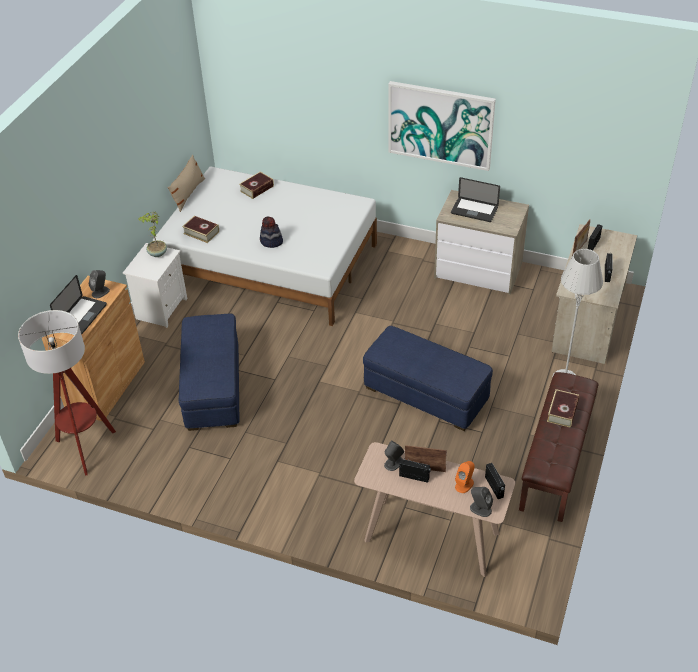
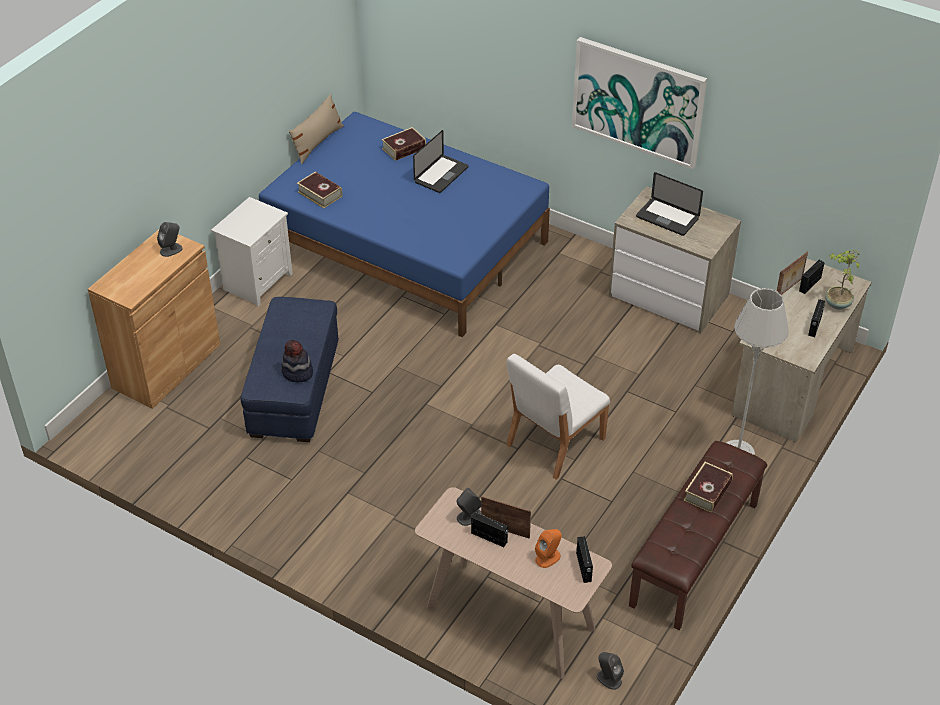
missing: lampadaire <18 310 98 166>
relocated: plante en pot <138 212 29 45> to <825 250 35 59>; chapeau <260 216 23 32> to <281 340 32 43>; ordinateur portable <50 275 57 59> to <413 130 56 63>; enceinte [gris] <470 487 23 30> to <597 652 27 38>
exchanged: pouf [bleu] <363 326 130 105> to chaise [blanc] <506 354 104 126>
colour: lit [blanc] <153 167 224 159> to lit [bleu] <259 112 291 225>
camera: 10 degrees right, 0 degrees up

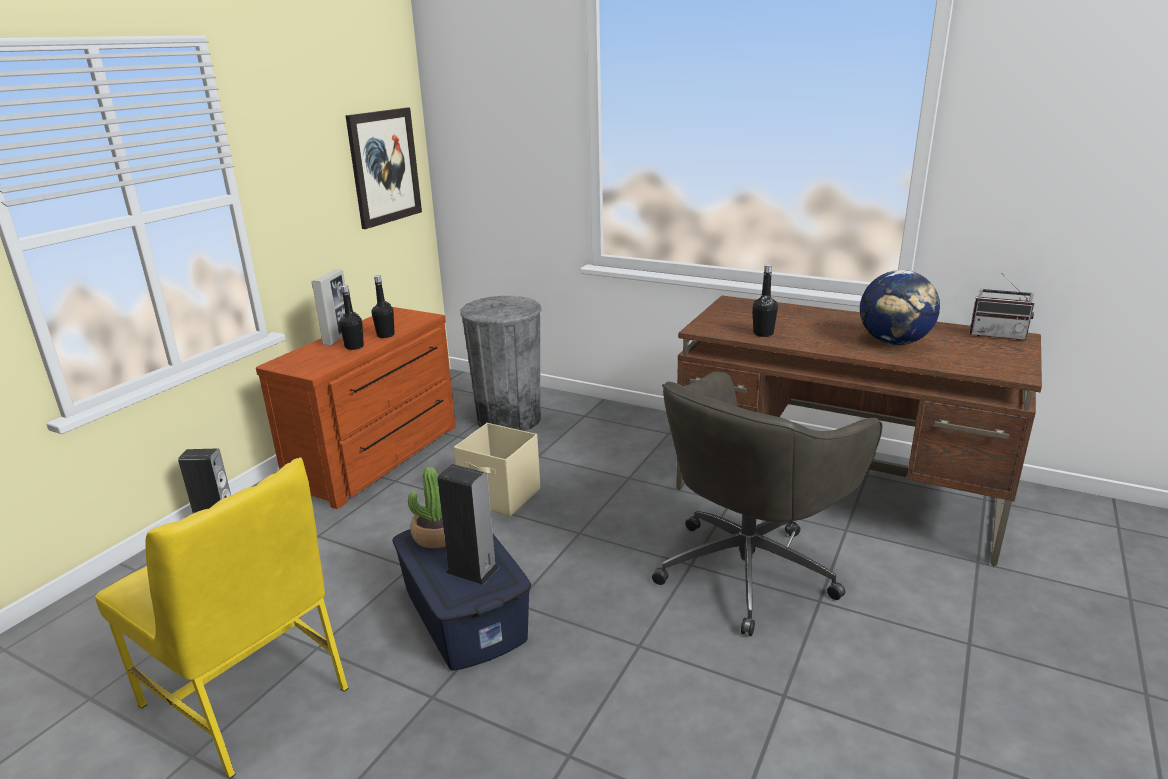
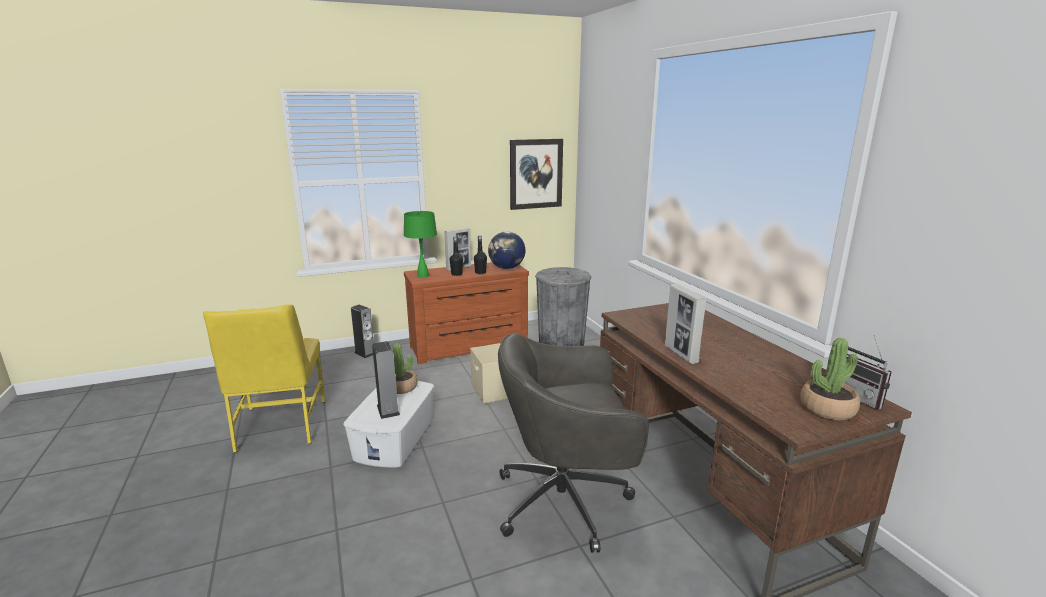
missing: bouteille [noir] <753 264 25 73>
appeared: lampe de table [vert] <404 211 33 67>; cadre photo <665 284 42 80>; plante en pot <800 338 60 82>
relocated: globe <860 270 80 75> to <488 232 37 37>
colour: boîte de rangement [bleu] <392 529 139 142> to boîte de rangement [blanc] <343 381 91 86>
camera: 40 degrees right, 5 degrees down

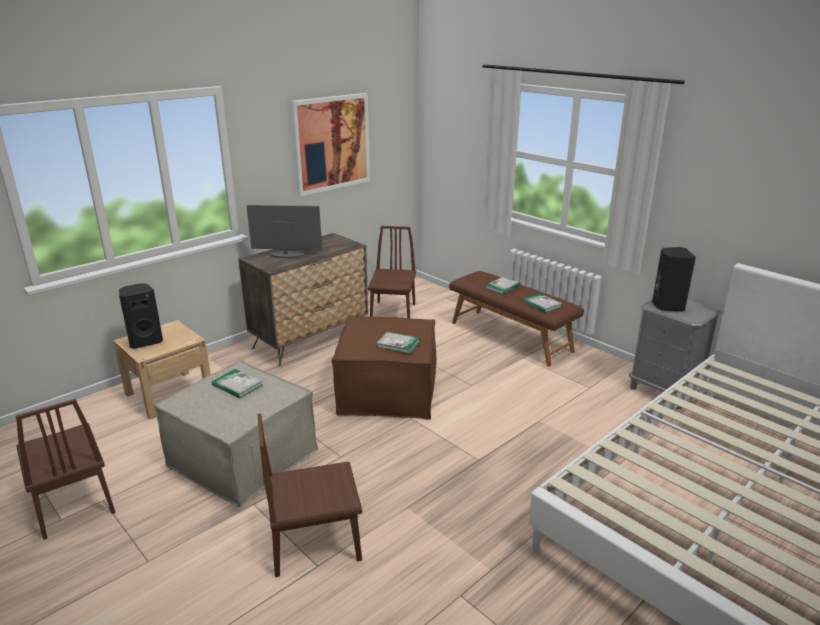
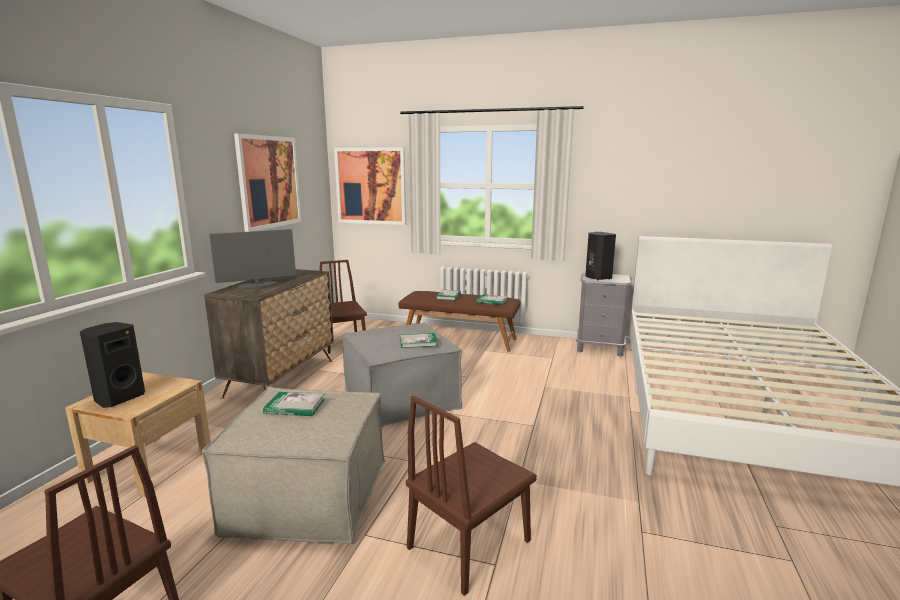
appeared: tableau <334 147 72 78>
colour: pouf [marron] <332 316 104 104> to pouf [gris] <342 322 120 105>
camera: 30 degrees left, 10 degrees down

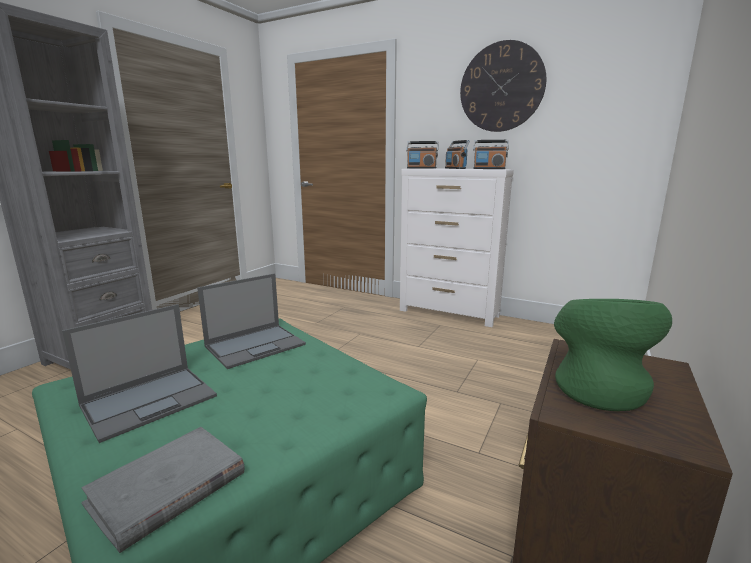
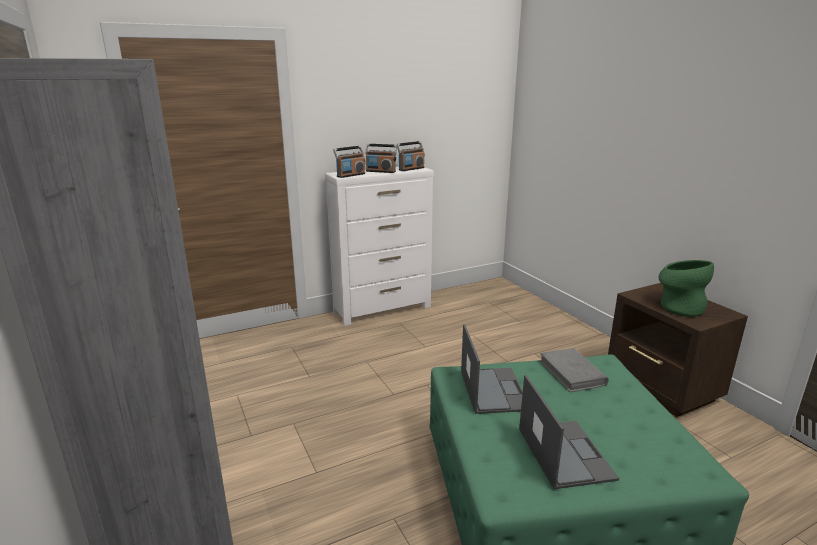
missing: horloge murale <460 40 86 92>
relocated: livre [gris] <81 427 163 126> to <539 348 69 44>
camera: 55 degrees left, 5 degrees up

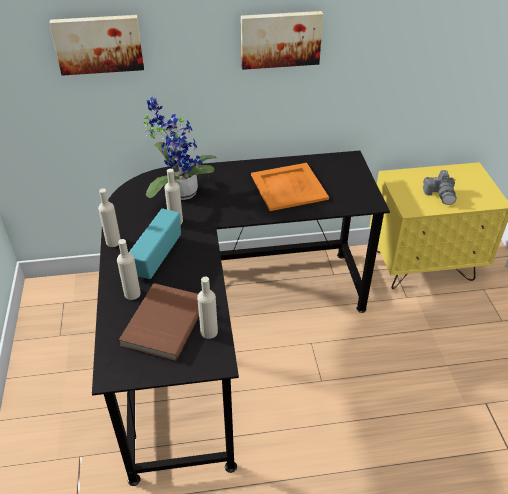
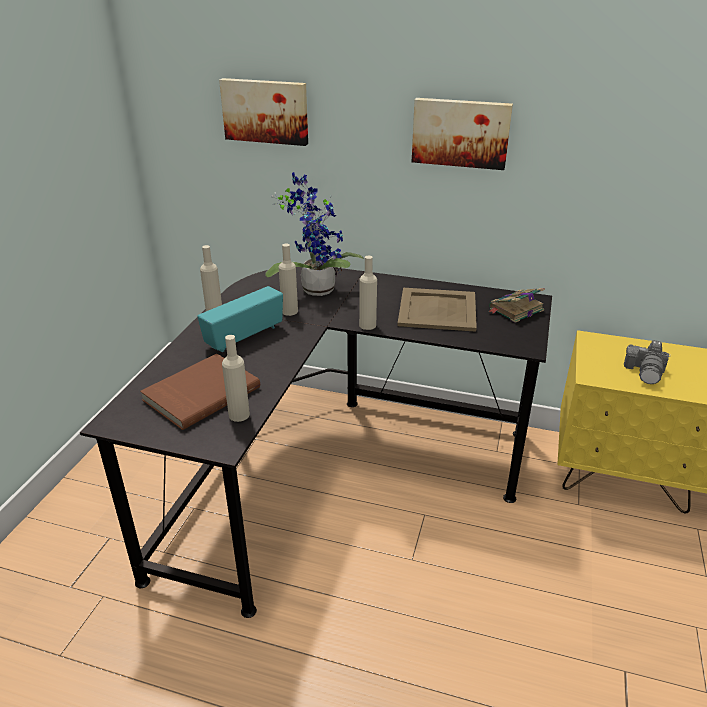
appeared: livre <488 288 57 35>
relocated: bouteille [beige] <117 239 24 61> to <359 256 18 74>
colour: plateau [orange] <251 163 78 48> to plateau [beige] <397 288 80 44>
camera: 25 degrees right, 10 degrees down

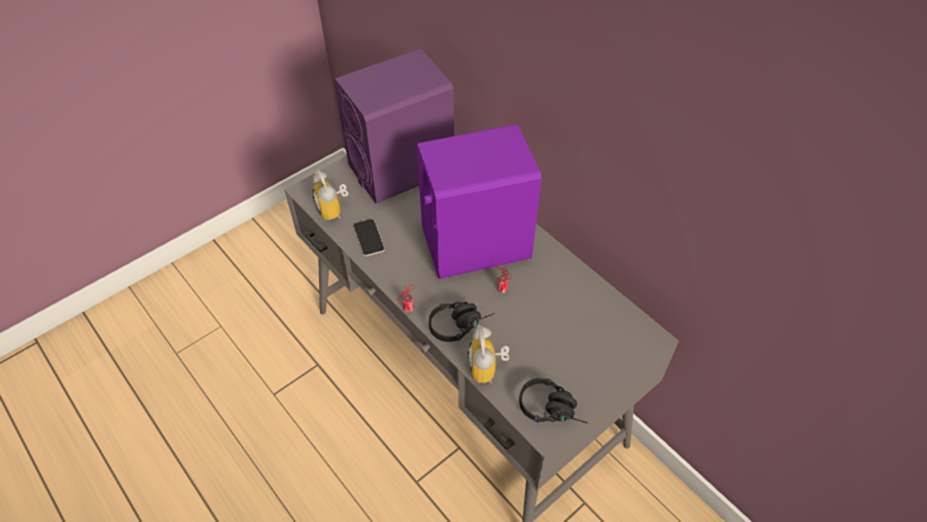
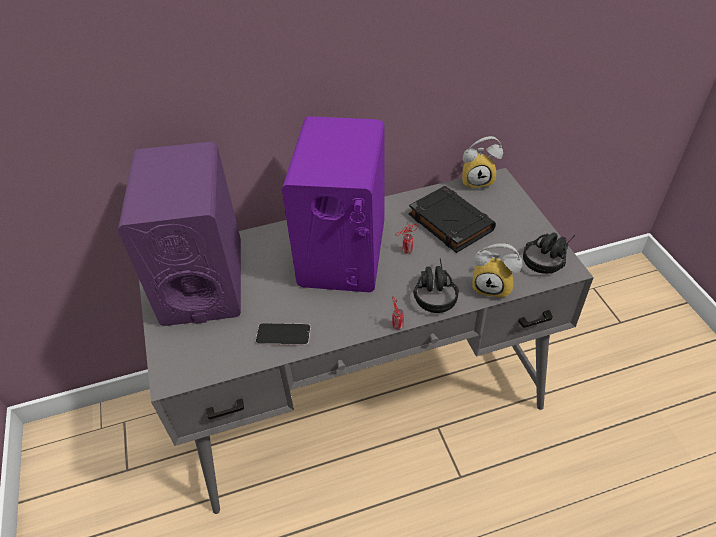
appeared: livre [noir] <409 186 87 67>
relocated: réveil <313 169 35 51> to <462 136 41 53>
camera: 65 degrees left, 5 degrees down

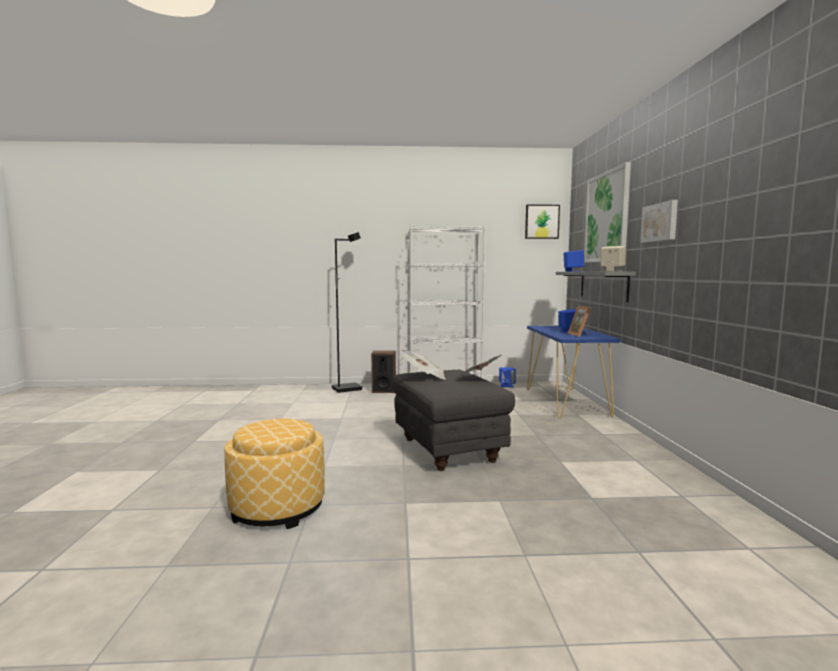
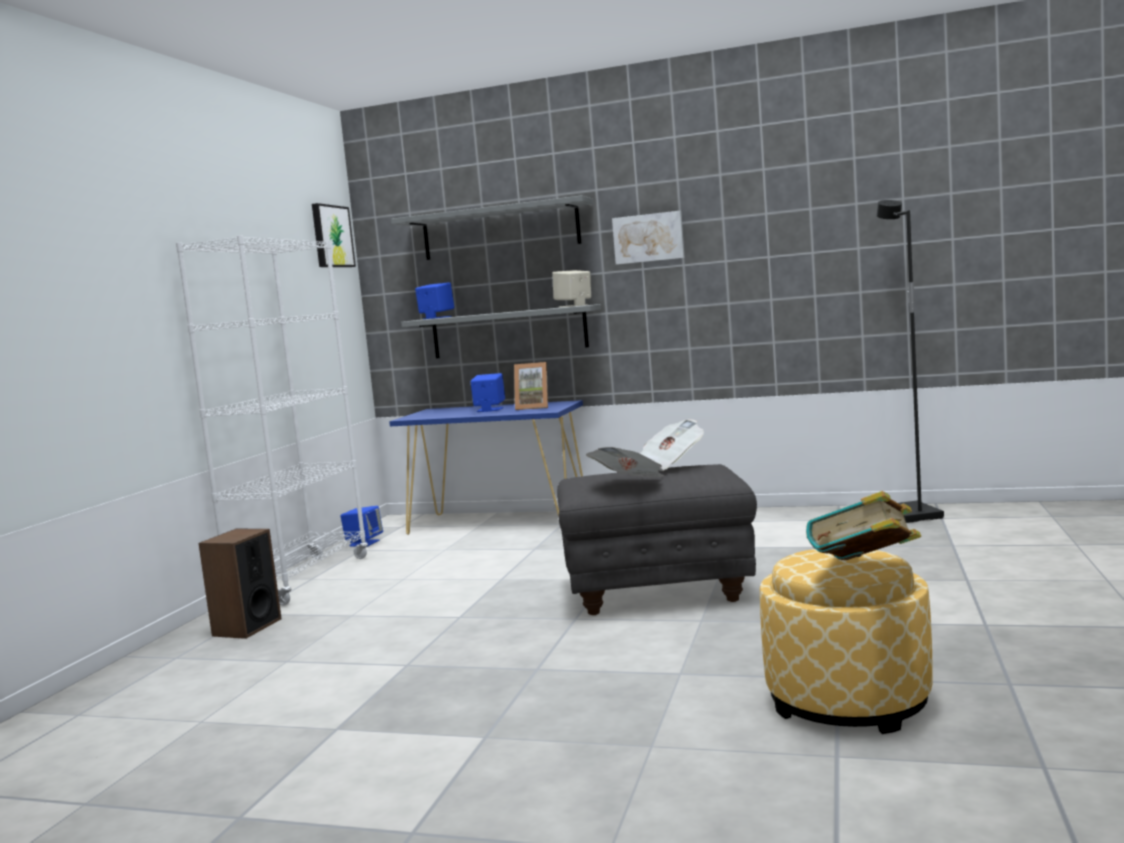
appeared: livre <806 491 115 69>
relocated: lampadaire [noir] <332 232 30 161> to <876 200 68 323>
exchanged: tableau <584 162 47 101> to étagère [gris] <391 195 203 65>
camera: 70 degrees left, 0 degrees up

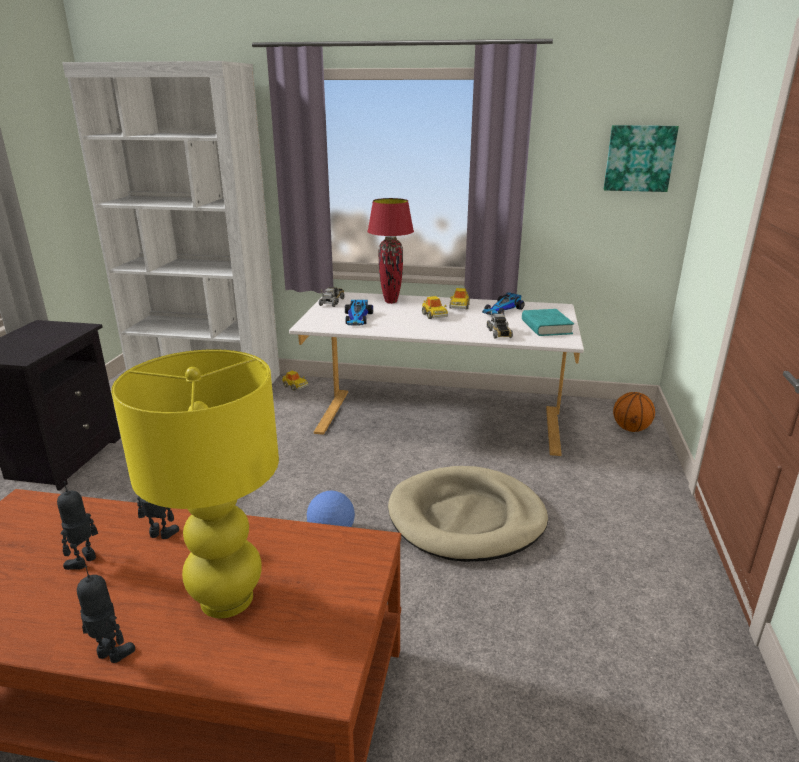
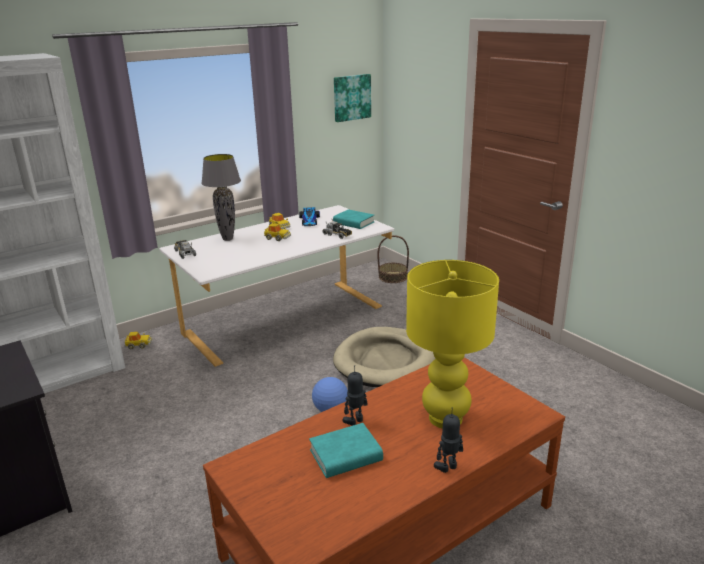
missing: petite voiture <345 300 28 26>
exchanged: ballon de basket <613 392 42 40> to panier <377 235 32 48>; robot jouet <57 481 41 89> to livre [turquoise] <309 423 74 55>
colour: lampe de table [rouge] <367 198 47 106> to lampe de table [gris] <201 154 40 87>
camera: 45 degrees left, 0 degrees up

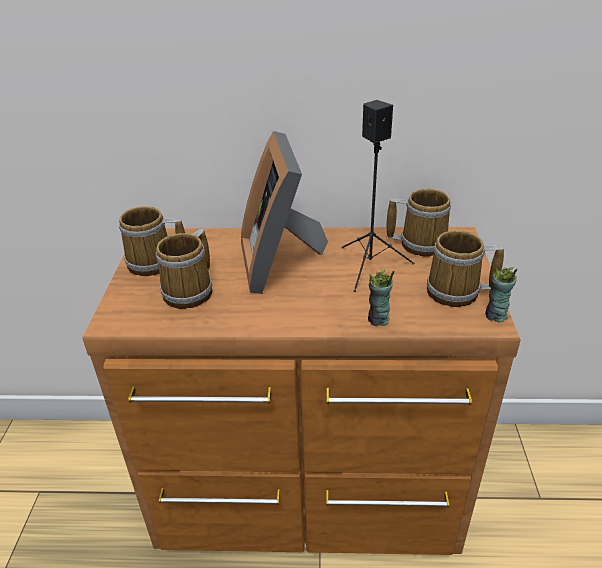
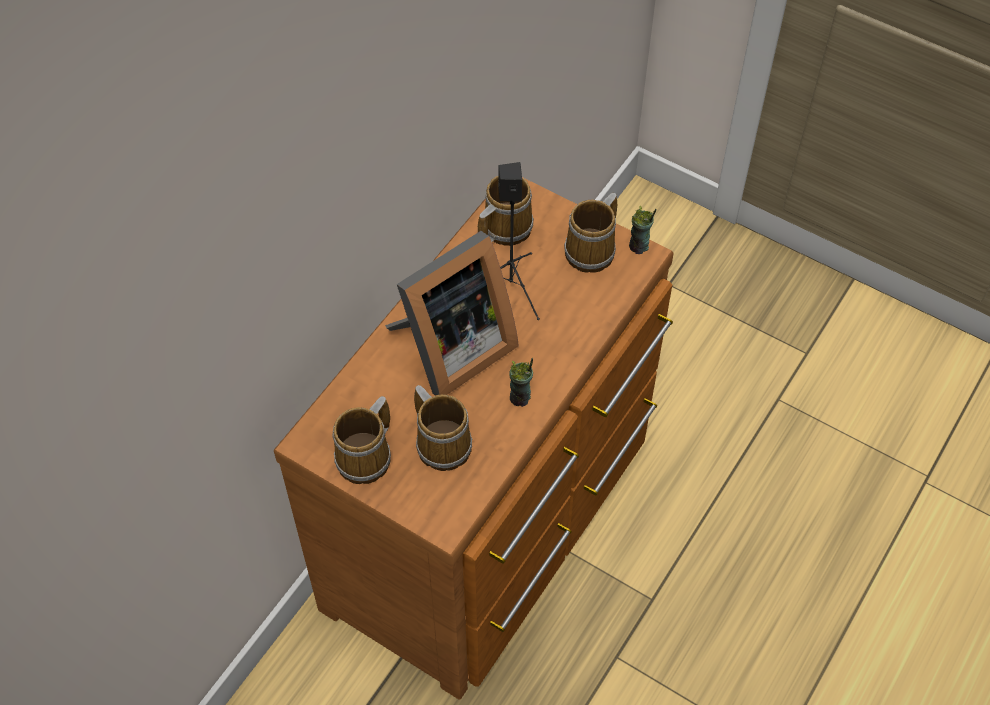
relocated: tasse <368 269 26 57> to <509 358 24 49>
spun: cadre photo <241 131 87 163> = <385 231 133 164> 60 degrees counterclockwise
camera: 60 degrees left, 20 degrees up

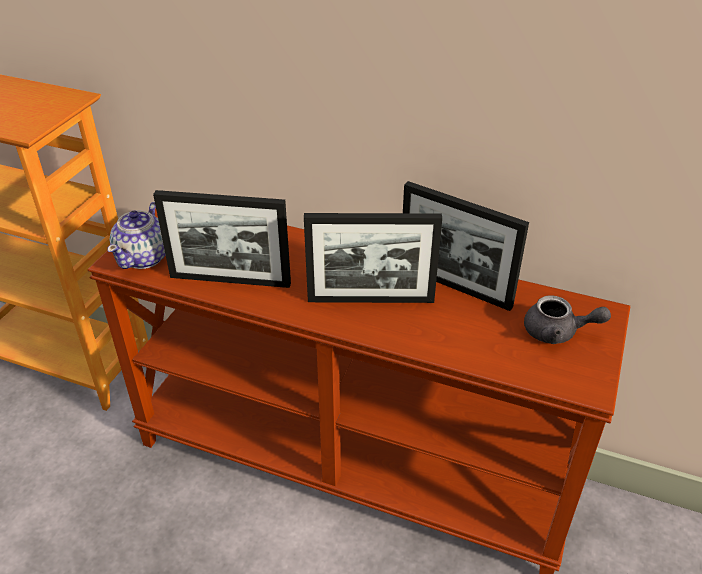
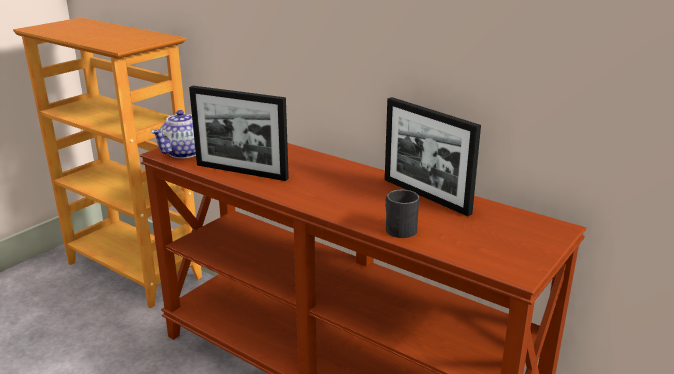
missing: cadre photo <304 213 138 90>; théière [gris] <524 295 87 49>
appeared: mug [noir] <385 190 34 48>
camera: 15 degrees right, 15 degrees down

